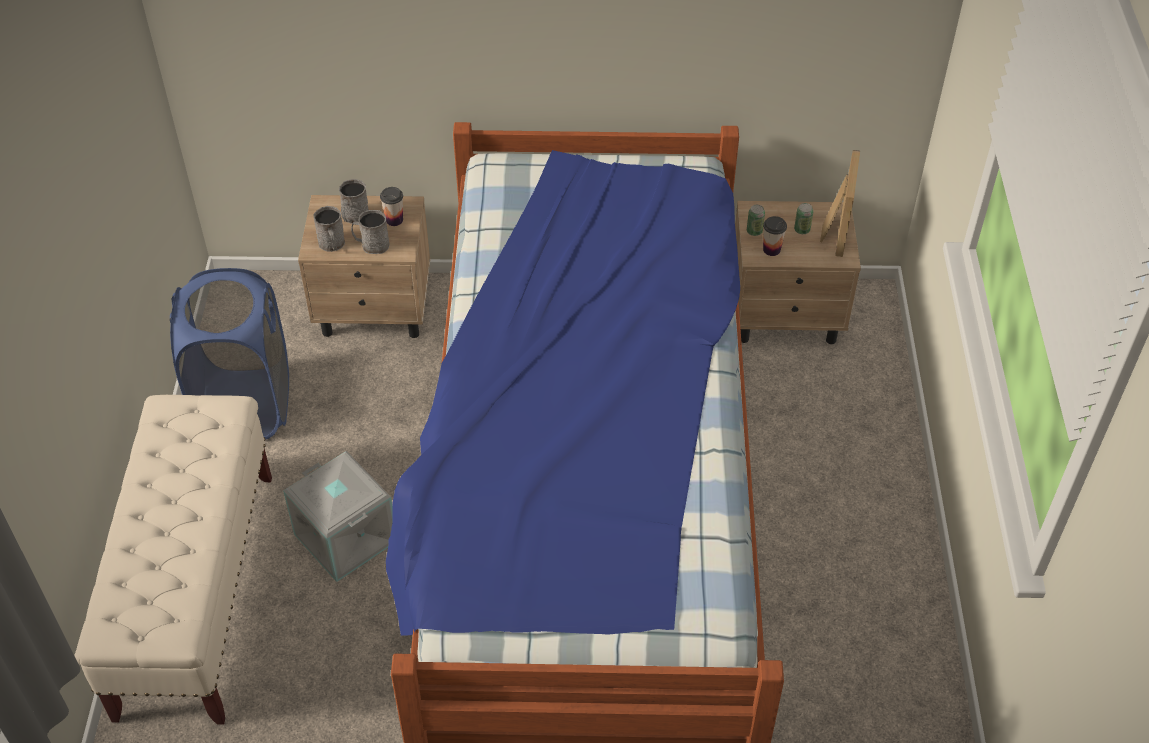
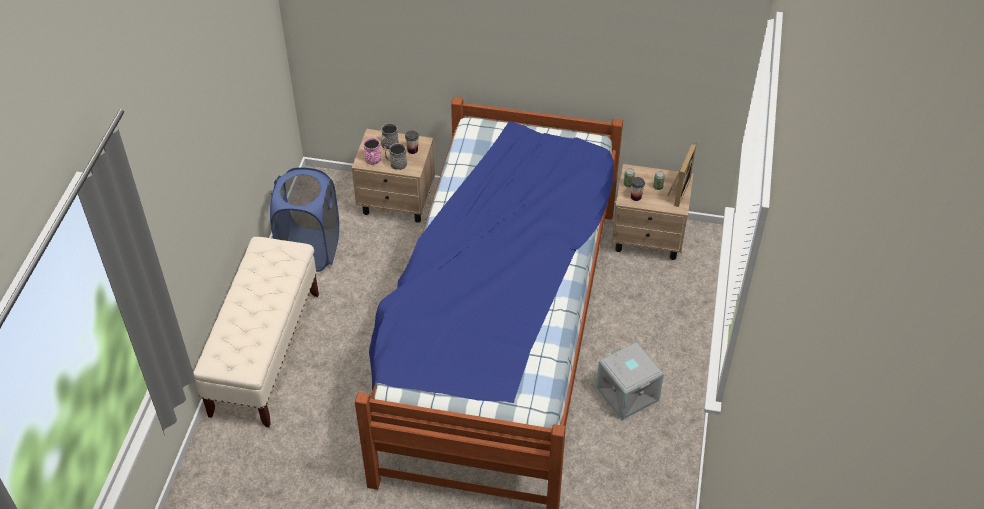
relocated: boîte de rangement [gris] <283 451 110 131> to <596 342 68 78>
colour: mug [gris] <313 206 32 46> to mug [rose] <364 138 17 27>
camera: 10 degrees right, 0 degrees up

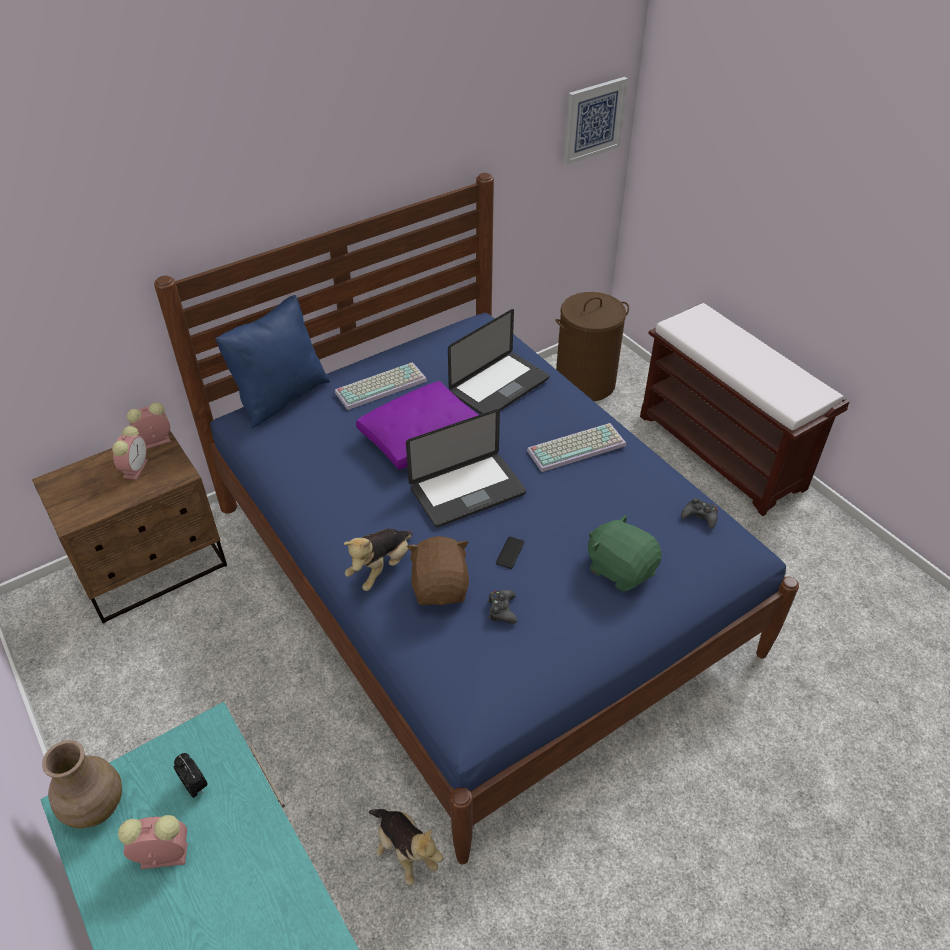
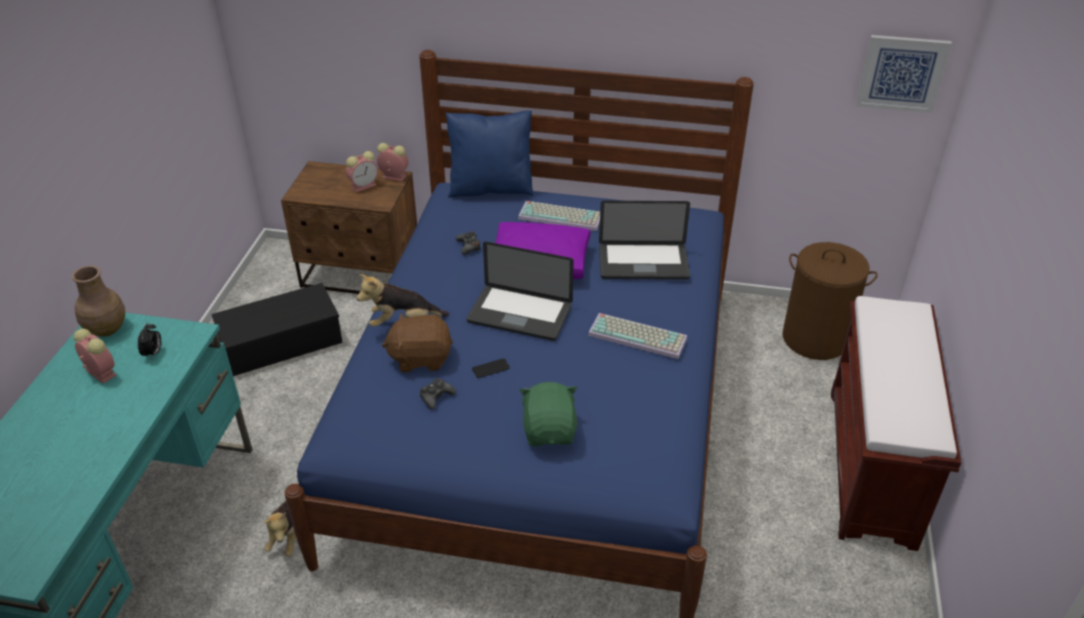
appeared: boîte de rangement [noir] <211 283 132 93>
relocated: manette [noir] <681 498 37 31> to <456 231 25 24>
spun: peluche [marron] <407 536 62 69> = <382 313 71 59> 135 degrees counterclockwise
camera: 45 degrees right, 5 degrees down

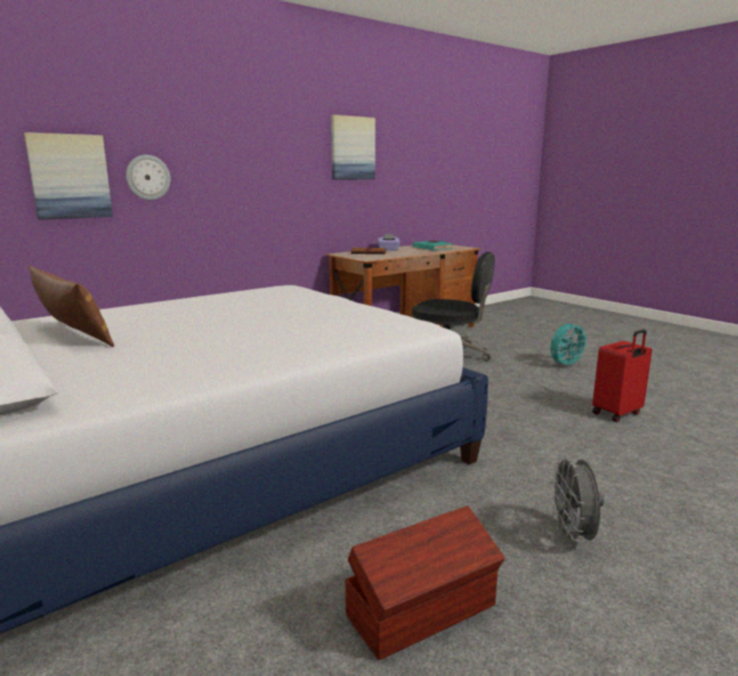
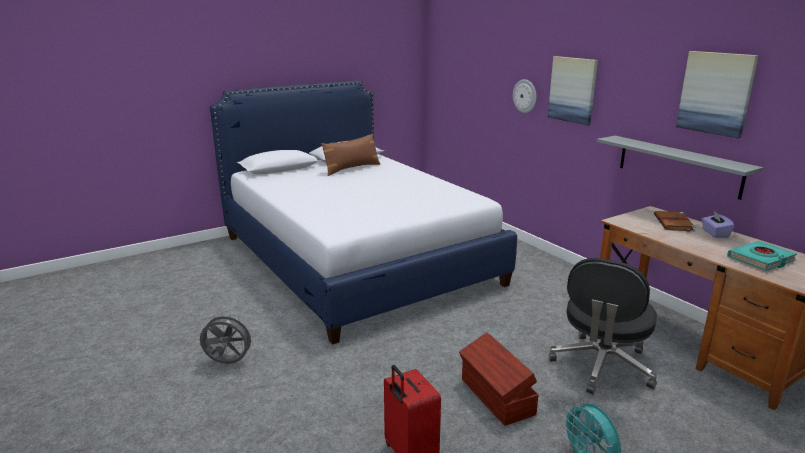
appeared: étagère [gris] <597 136 166 64>
relocated: tableau <24 132 89 88> to <548 56 50 69>; boîte de rangement [marron] <345 506 160 154> to <459 332 80 94>
camera: 95 degrees right, 5 degrees up

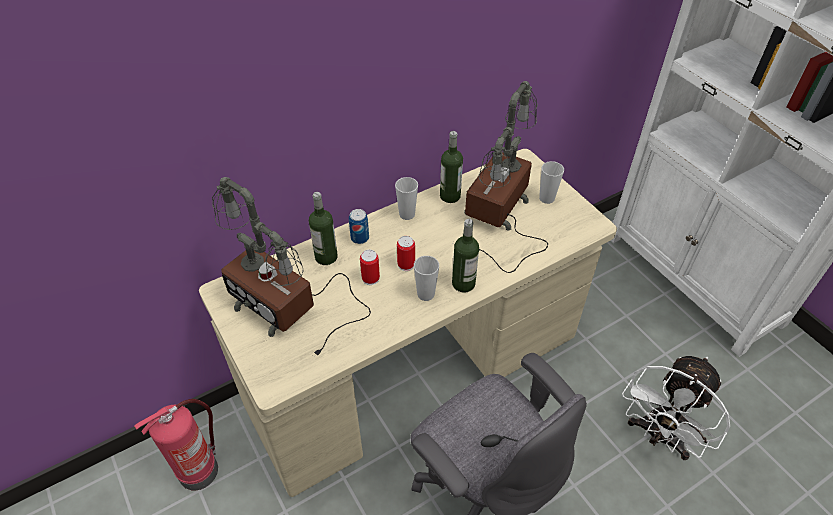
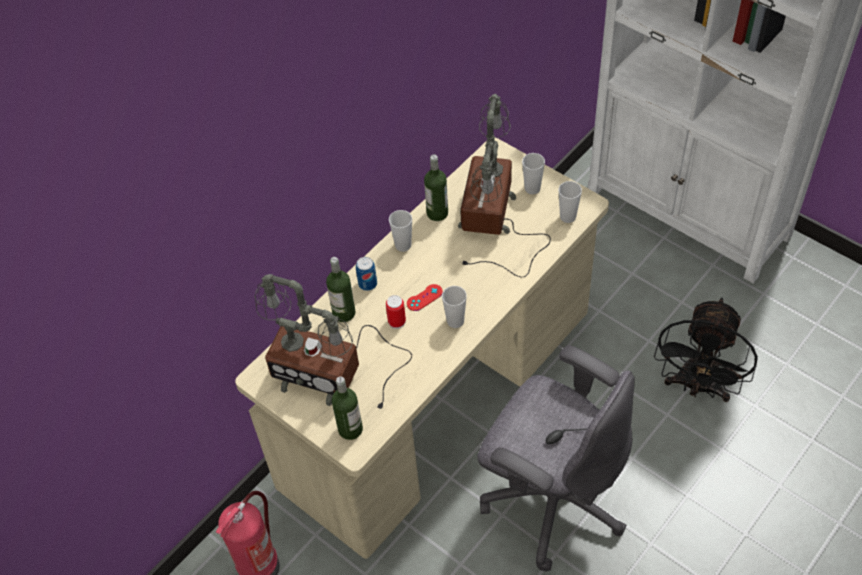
appeared: tasse <558 181 24 42>
relocated: bouteille <452 219 27 73> to <332 376 31 64>
exchanged: boîte métallique <397 236 18 35> to manette [rouge] <407 284 36 27>
colour: ventilateur [blanc] <622 356 108 104> to ventilateur [noir] <654 298 104 104>
camera: 15 degrees left, 5 degrees up

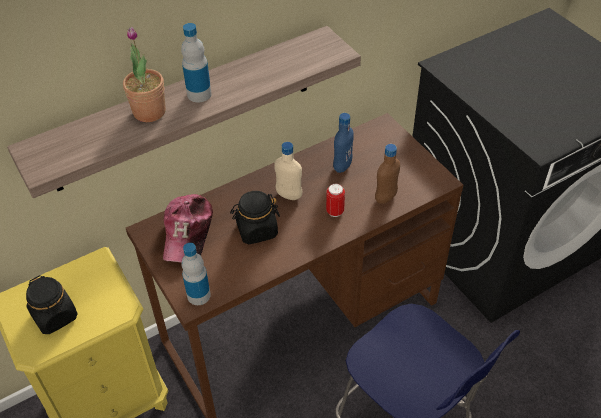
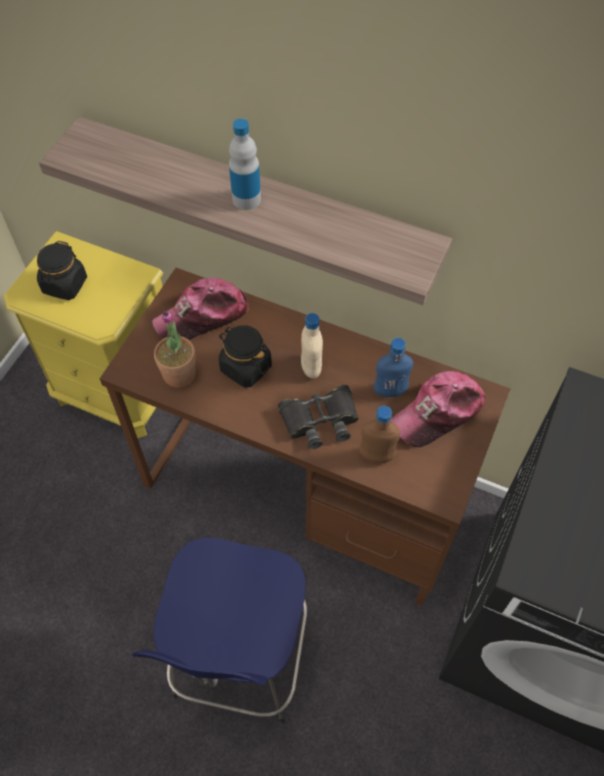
missing: bouteille <182 243 29 62>
appeared: casquette <390 371 95 76>
relocated: plante en pot <123 27 43 95> to <154 311 42 77>
exchanged: boîte métallique <326 184 19 33> to jumelles [noir] <278 385 81 64>
camera: 55 degrees right, 10 degrees up

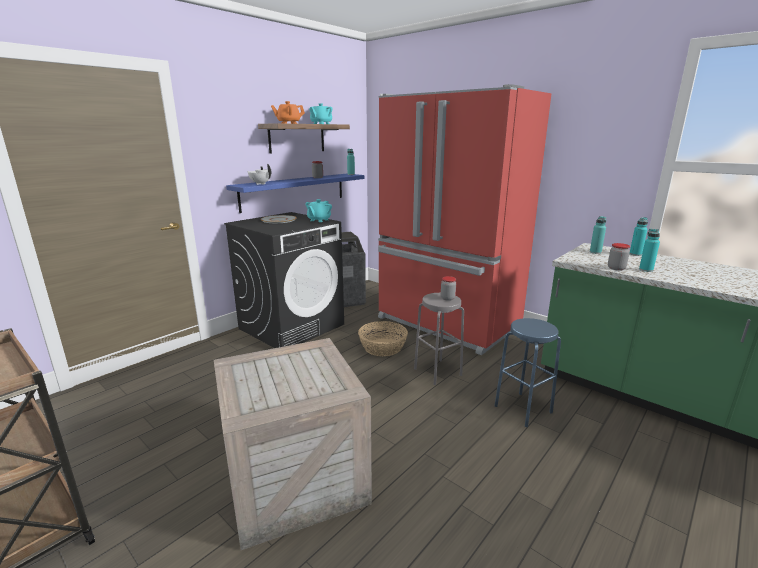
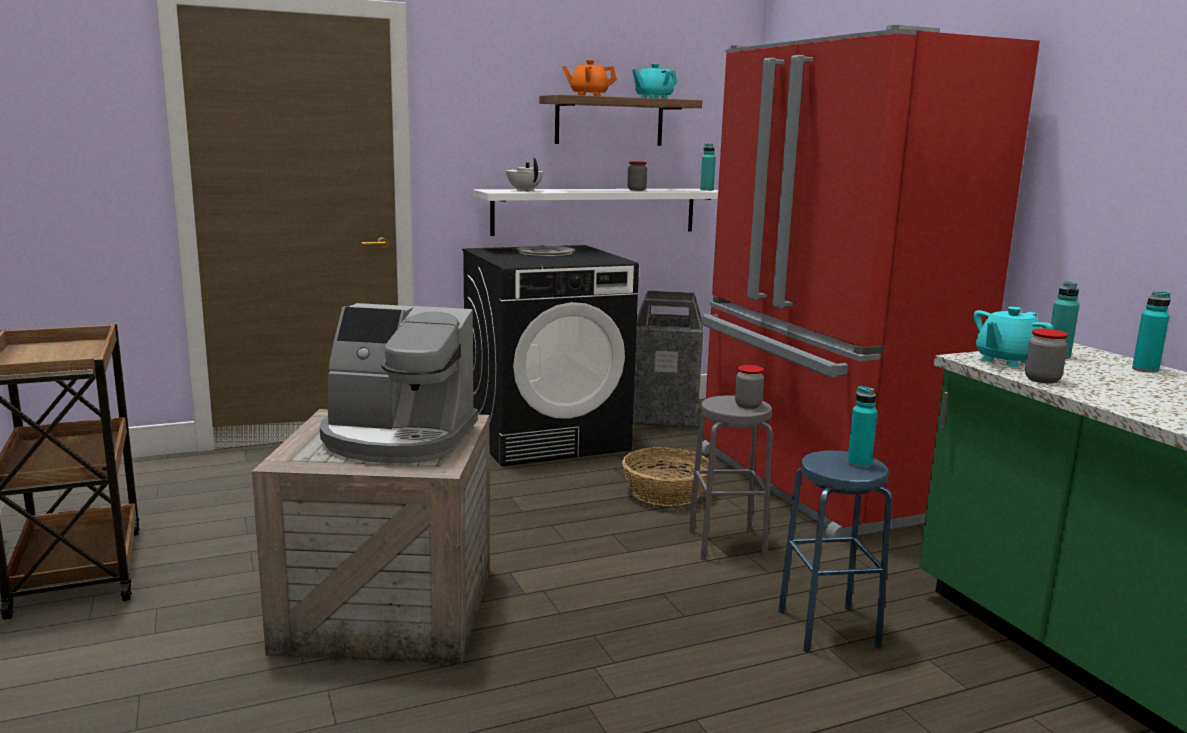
appeared: machine à café <320 303 158 160>
relocated: théière [turquoise] <306 199 26 23> to <974 307 79 60>; bouteille [turquoise] <639 229 21 43> to <847 386 31 82>
colour: étagère [bleu] <226 174 139 39> to étagère [blanc] <473 189 245 47>
camera: 25 degrees right, 5 degrees down

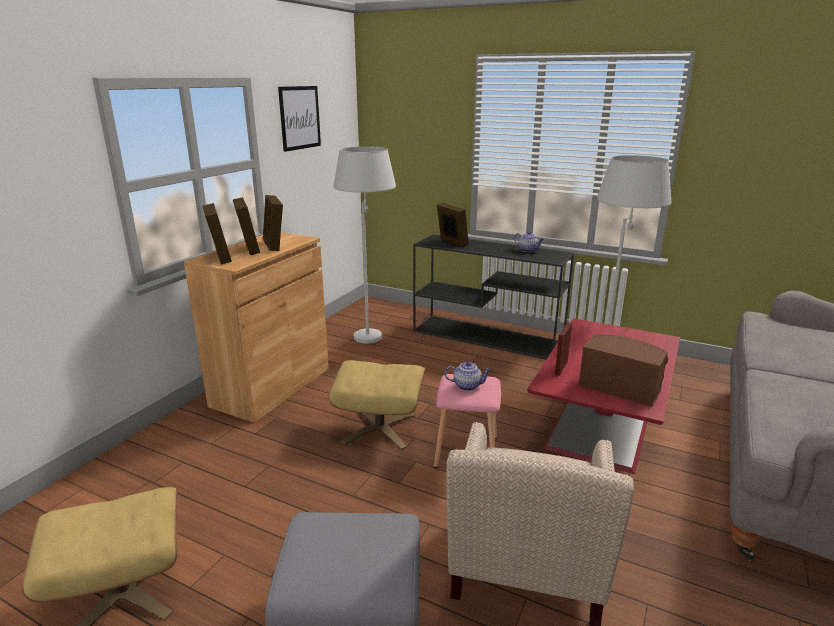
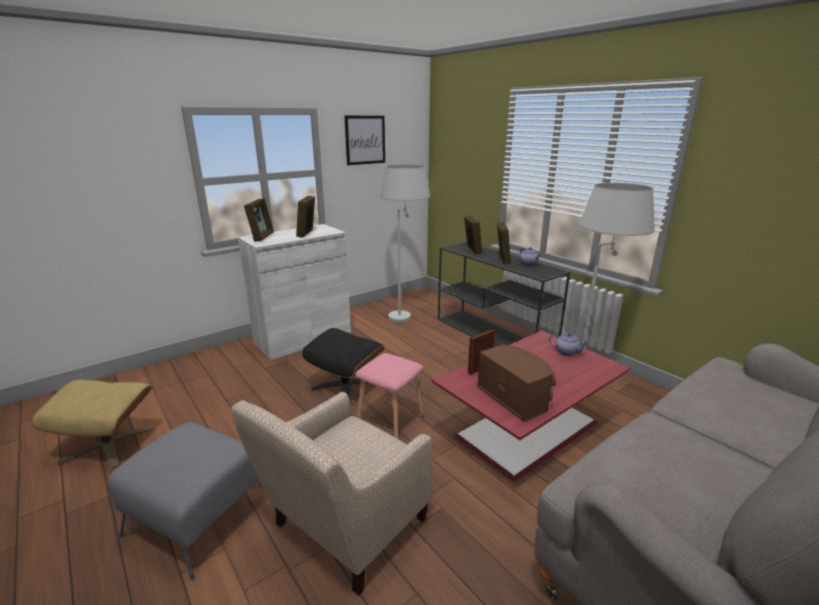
relocated: cadre photo <233 197 27 58> to <497 222 14 42>; théière <445 362 46 29> to <549 333 39 23>
colour: meuble de rangement [marron] <184 232 145 191> to meuble de rangement [blanc] <238 224 113 136>; pouf [beige] <328 360 98 90> to pouf [noir] <302 328 82 76>
camera: 25 degrees right, 0 degrees up

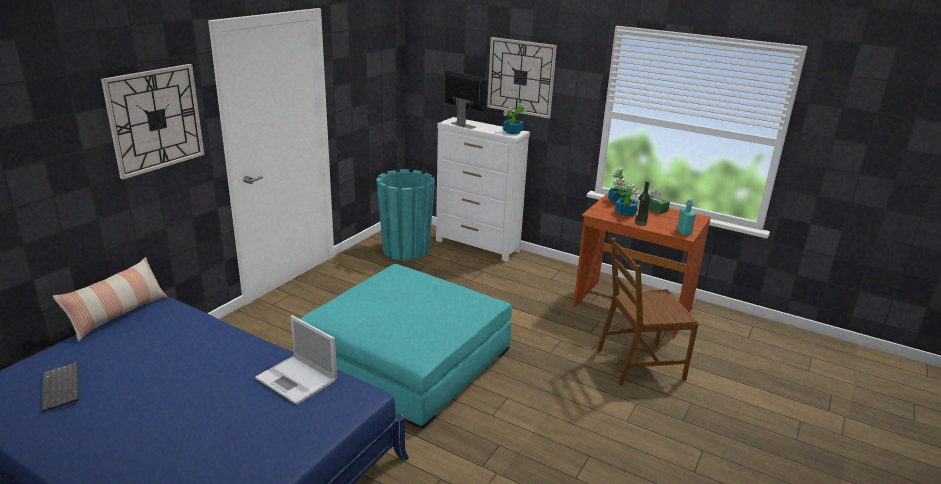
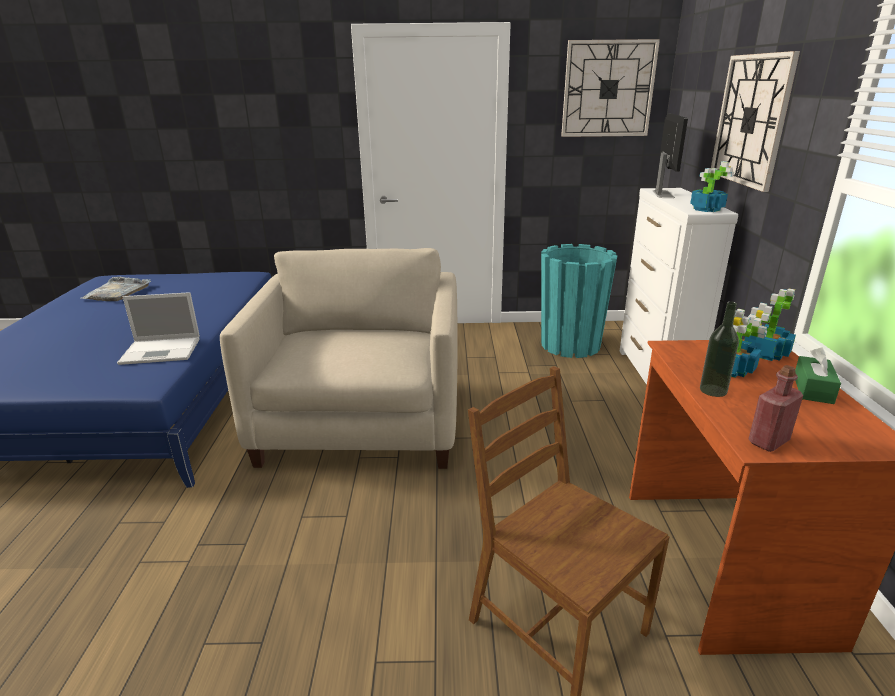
missing: coussin <52 257 116 85>
relocated: horloge murale <101 64 103 115> to <561 39 99 98>
exchanged: pouf [turquoise] <300 264 212 165> to fauteuil [beige] <220 248 238 221>; clavier <41 362 38 50> to plateau [gris] <81 277 70 24>
colour: bouteille [turquoise] <677 199 19 36> to bouteille [rouge] <749 365 54 87>
spun: ordinateur portable <255 315 82 90> = <117 292 83 73> 105 degrees counterclockwise
camera: 60 degrees right, 0 degrees up

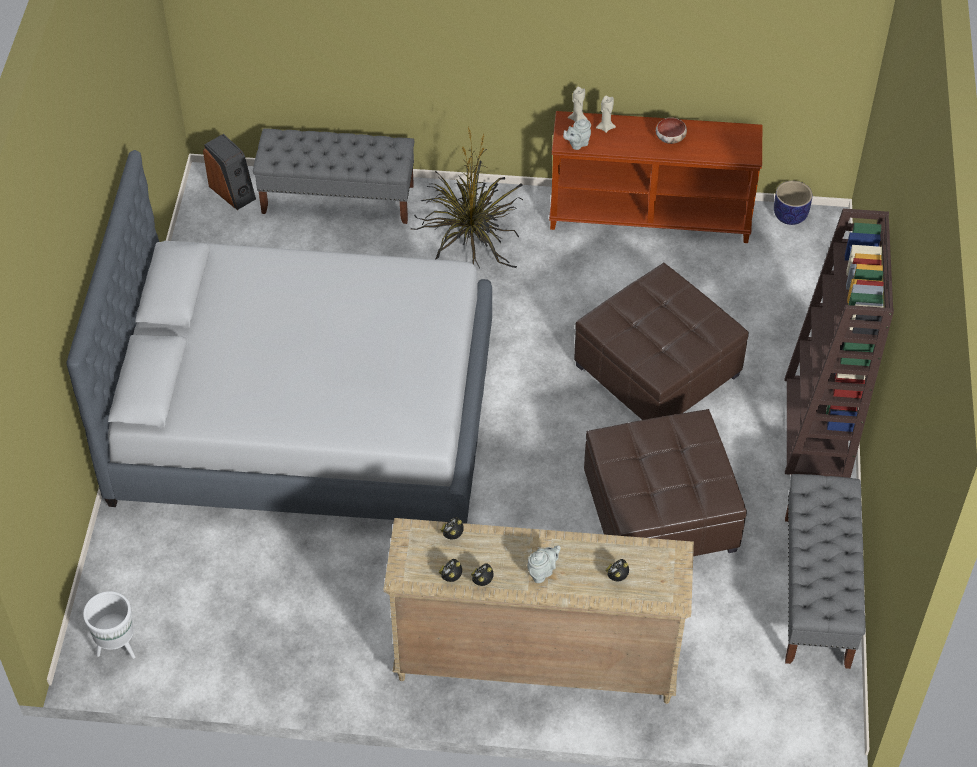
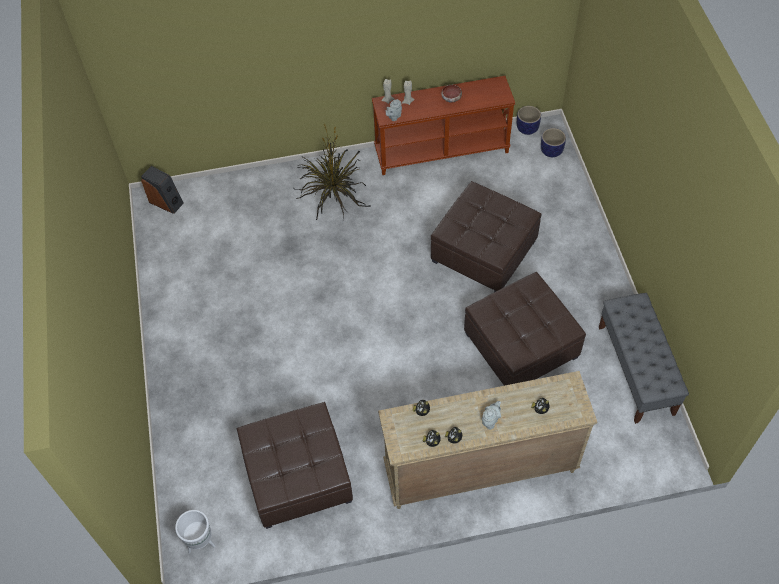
missing: banc [gris] <253 128 161 96>; lit [gris] <67 150 425 374>; bibliothèque [marron] <785 209 109 269>
appeared: cache-pot <541 128 25 29>; pouf [marron] <237 402 116 127>
camera: 15 degrees left, 5 degrees up

